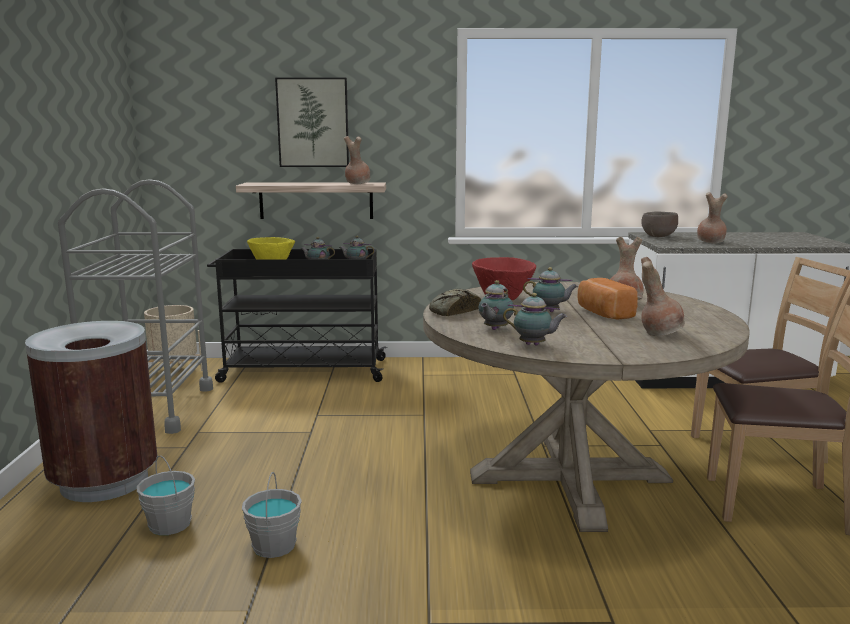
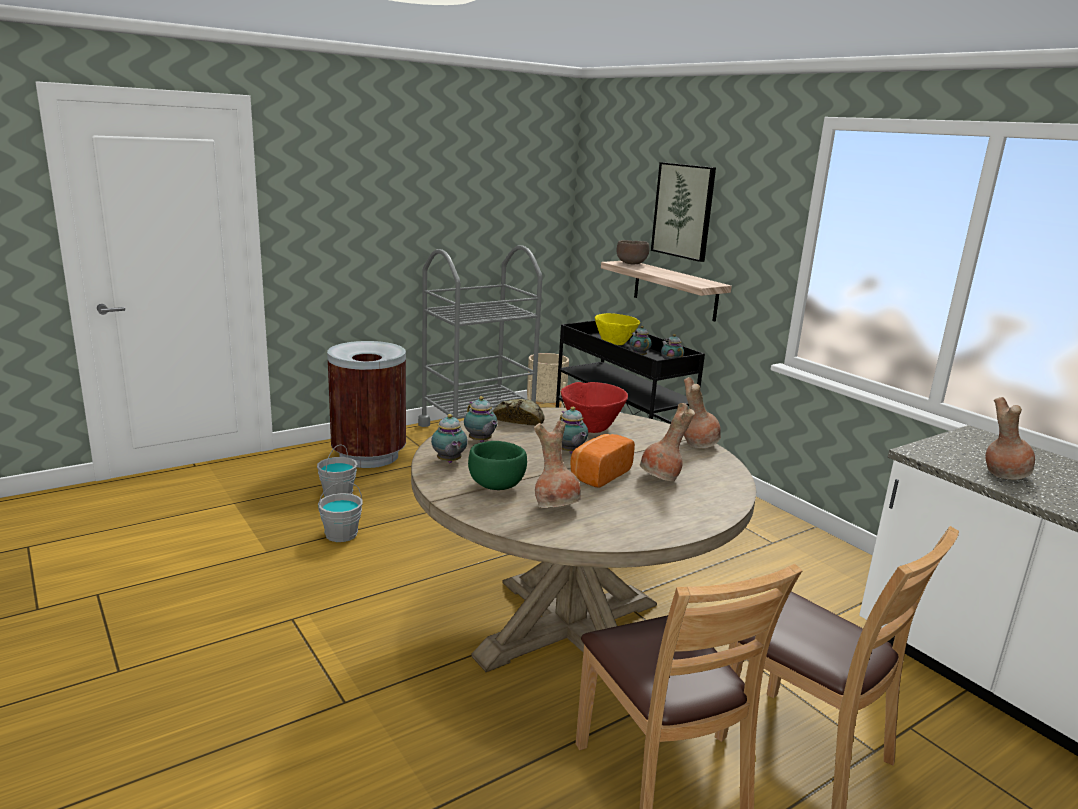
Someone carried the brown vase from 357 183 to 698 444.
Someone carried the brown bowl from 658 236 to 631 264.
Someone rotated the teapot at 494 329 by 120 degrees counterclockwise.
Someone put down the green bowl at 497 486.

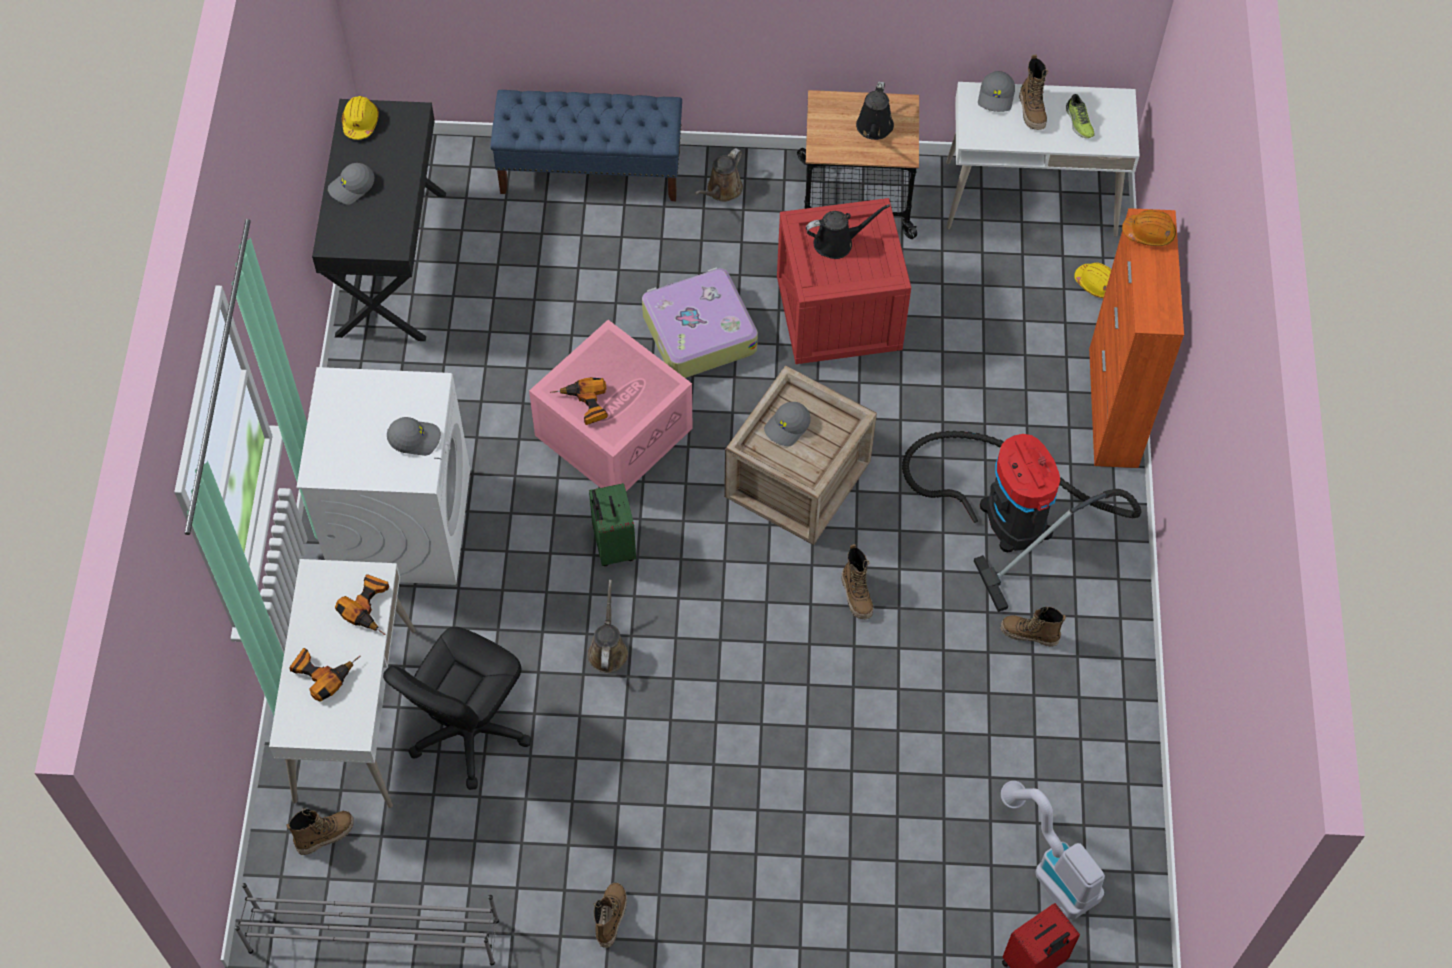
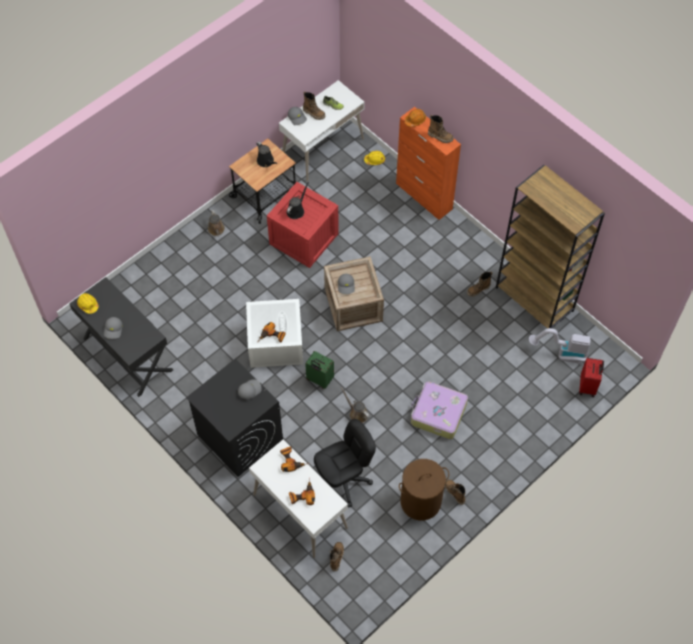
Someone took away the blue bench at 591 171.
Someone carried the suitcase from 698 332 to 437 414.
Someone repainted the pink storage box at 613 429, which became the white storage box at 274 342.
Someone repainted the white washing machine at 401 522, which became the black washing machine at 239 437.
Someone took away the vacuum cleaner at 1009 513.
Someone carried the boot from 856 595 to 440 137.
Someone rotated the black office chair at 469 731 by 105 degrees counterclockwise.
Someone took away the grey shoe rack at 373 935.
Someone put down the brown bookcase at 535 299.
Someone put down the brown laundry basket at 420 501.

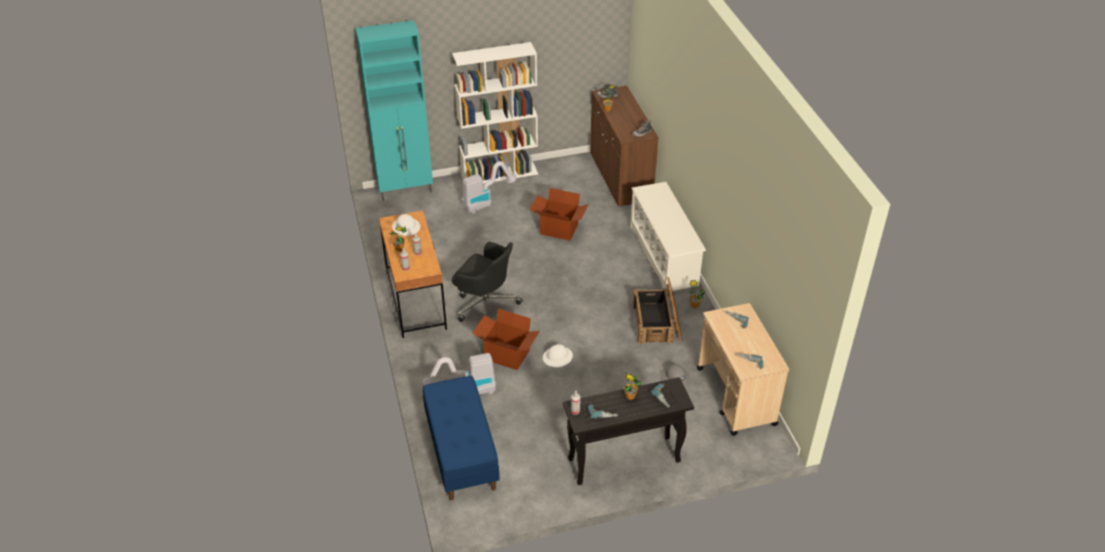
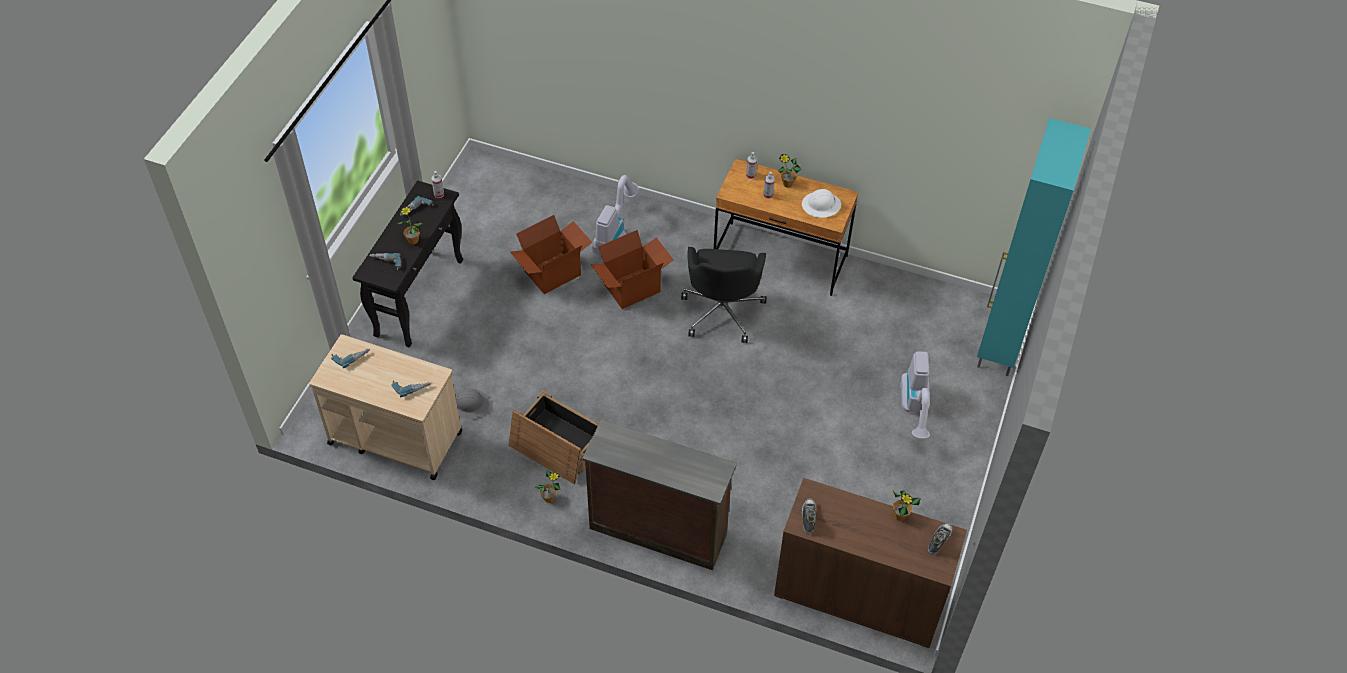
Someone took away the white bookcase at 499 174.
Someone swapped the white shoe rack at 664 256 for the brown dresser at 658 530.
Someone carried the cardboard box from 558 230 to 552 272.
Someone rotated the black office chair at 485 305 by 60 degrees counterclockwise.
Someone took away the white hard hat at 557 357.
Someone took away the blue bench at 461 453.

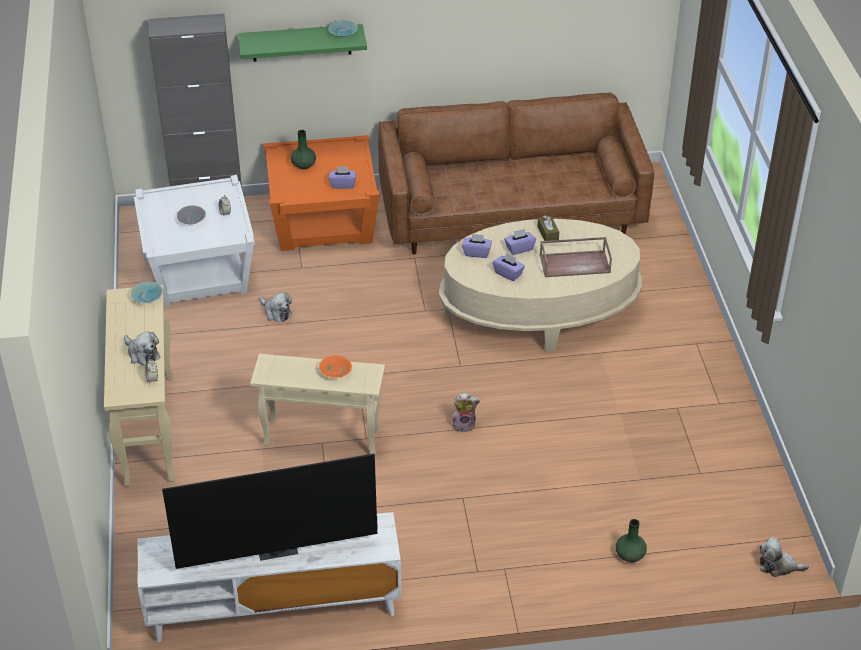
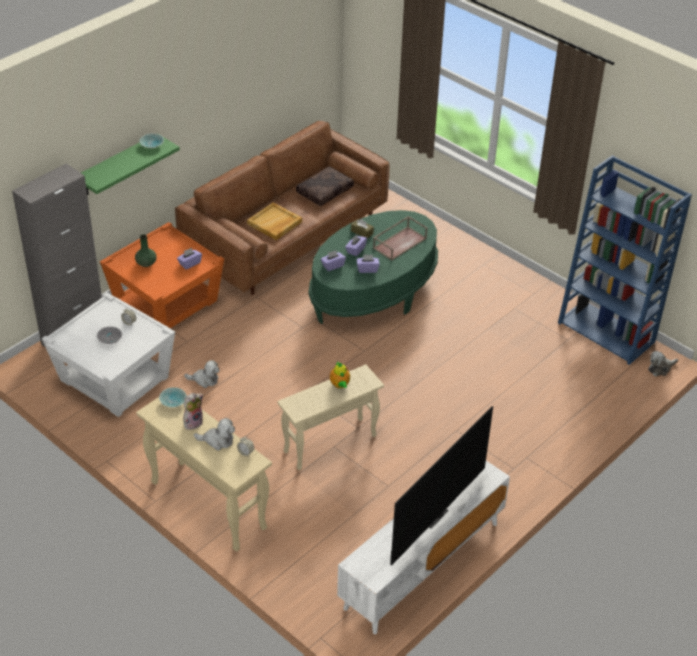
Someone repainted the beige coffee table at 539 312, which became the green coffee table at 373 292.
Someone swapped the orange bowl at 335 371 for the teapot at 340 385.
Someone carried the plush toy from 464 425 to 193 422.
Someone took away the green vase at 630 554.
Someone put down the blue bookcase at 607 332.
Someone put down the brown pillow at 324 191.
Someone put down the beige tray at 274 223.

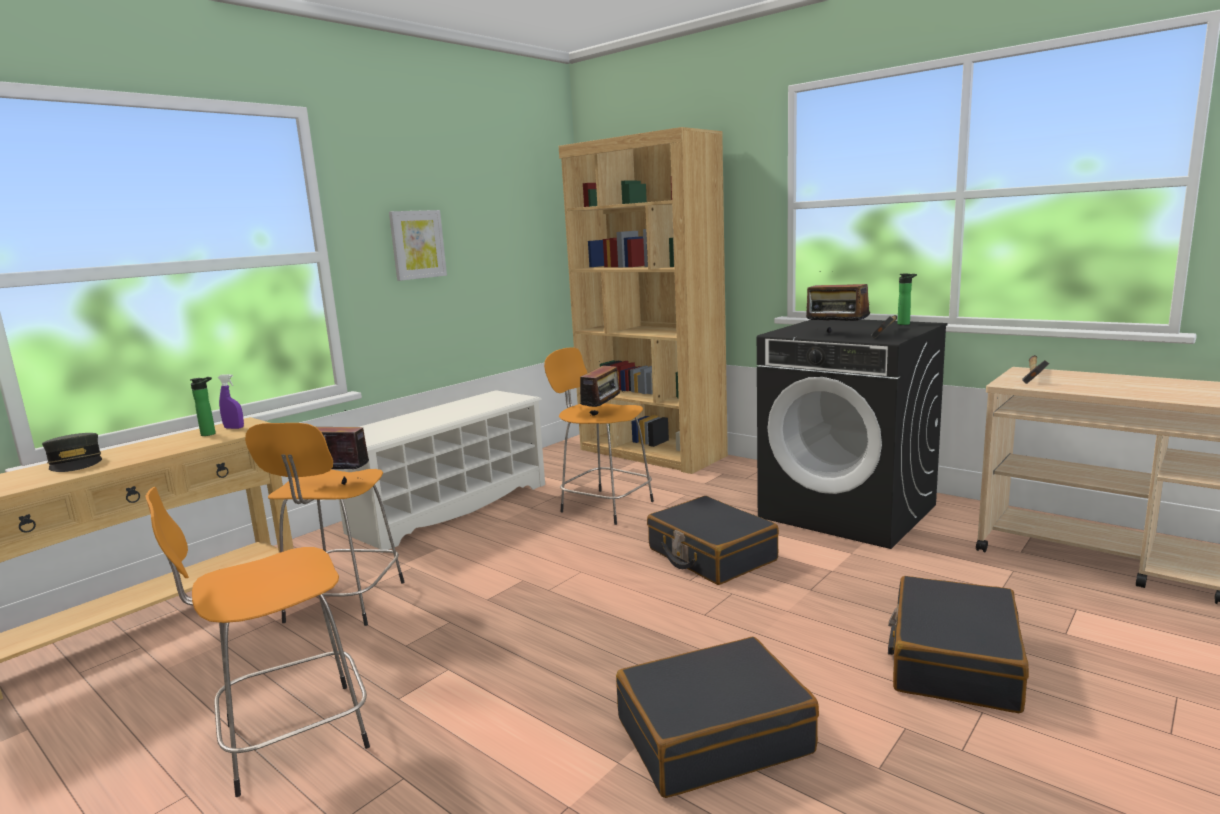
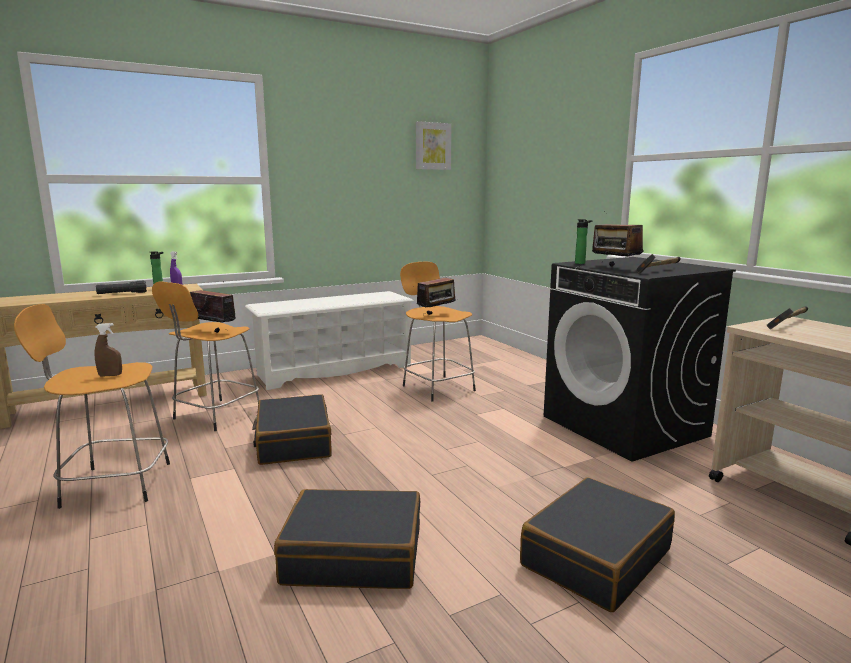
Someone took away the brown bookcase at 651 453.
Someone carried the picture from 417 244 to 432 146.
Someone carried the bottle from 905 324 to 581 263.
Someone took away the grey cap at 76 463.
Someone carried the black suitcase from 711 555 to 293 442.
Someone put down the black flashlight at 122 293.
Someone put down the brown spray bottle at 110 375.

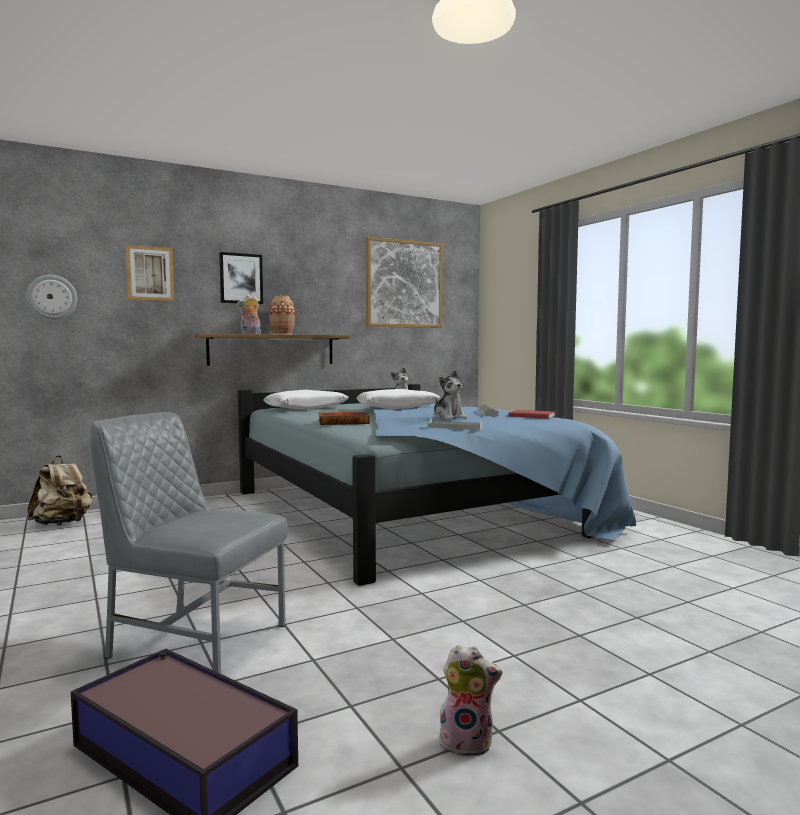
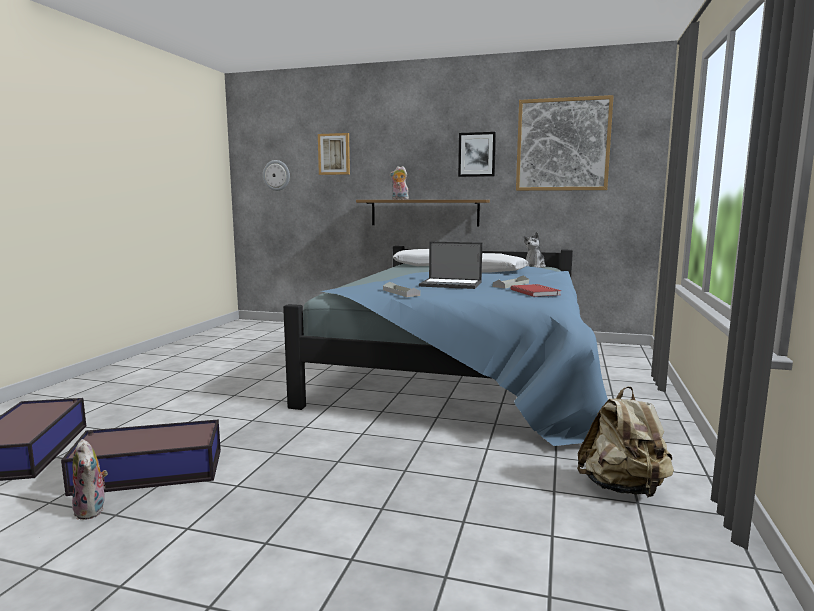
Someone carried the picture from 241 278 to 477 154.
Someone took away the vase at 282 334.
Someone swapped the plush toy at 449 417 for the laptop at 451 284.
Someone took away the grey chair at 196 641.
Someone took away the book at 343 421.
Someone carried the beige backpack from 62 524 to 623 488.
Someone put down the storage box at 147 471.

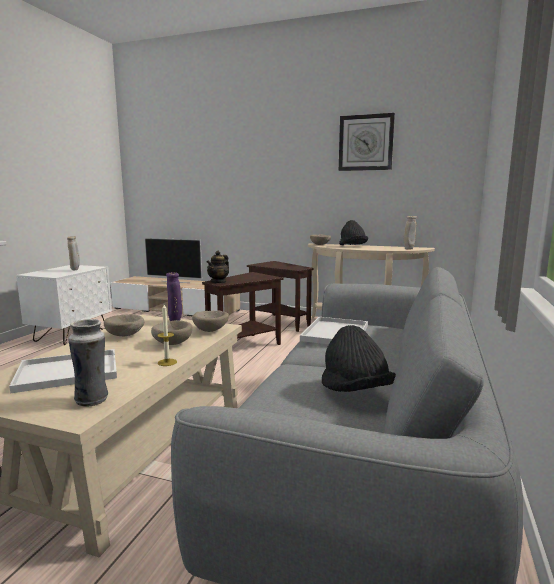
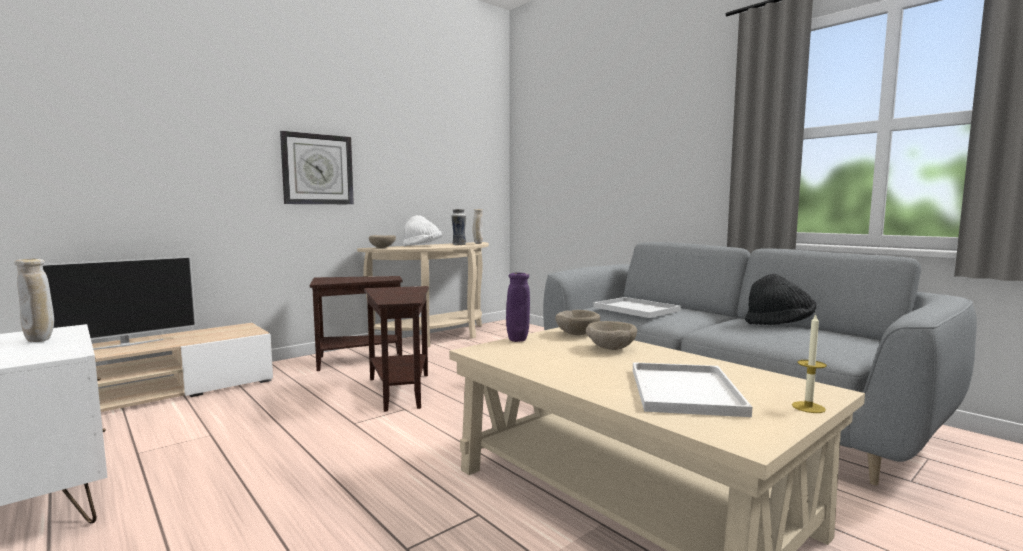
Someone carried the wall clock from 366 143 to 317 169.
Someone repainted the black hat at 352 246, which became the white hat at 422 246.
Someone took away the teapot at 218 282.
Someone carried the candle from 167 362 to 808 407.
Someone took away the beige bowl at 126 336.
Someone carried the vase from 92 400 to 459 244.

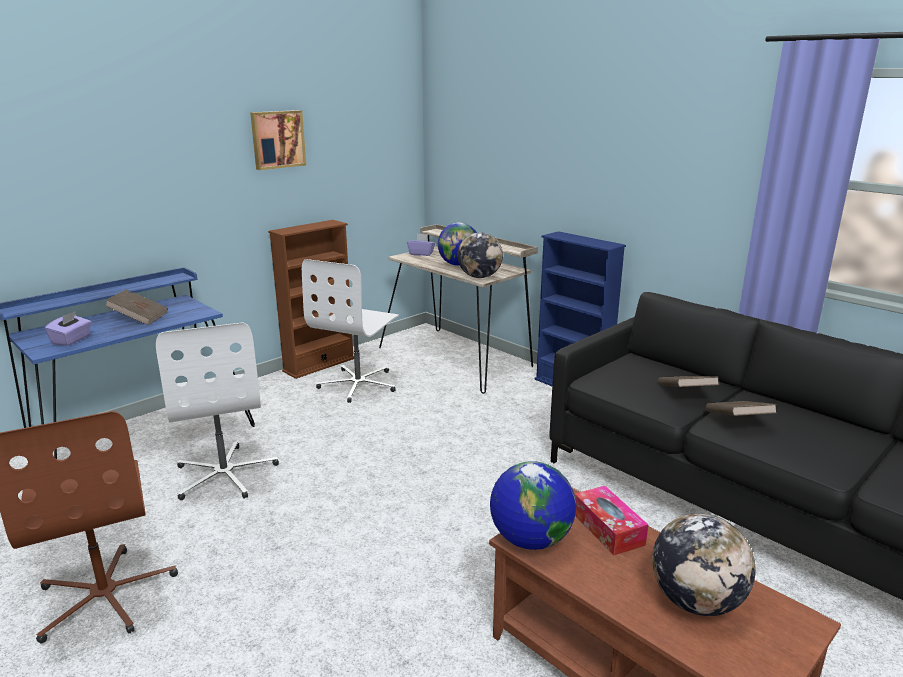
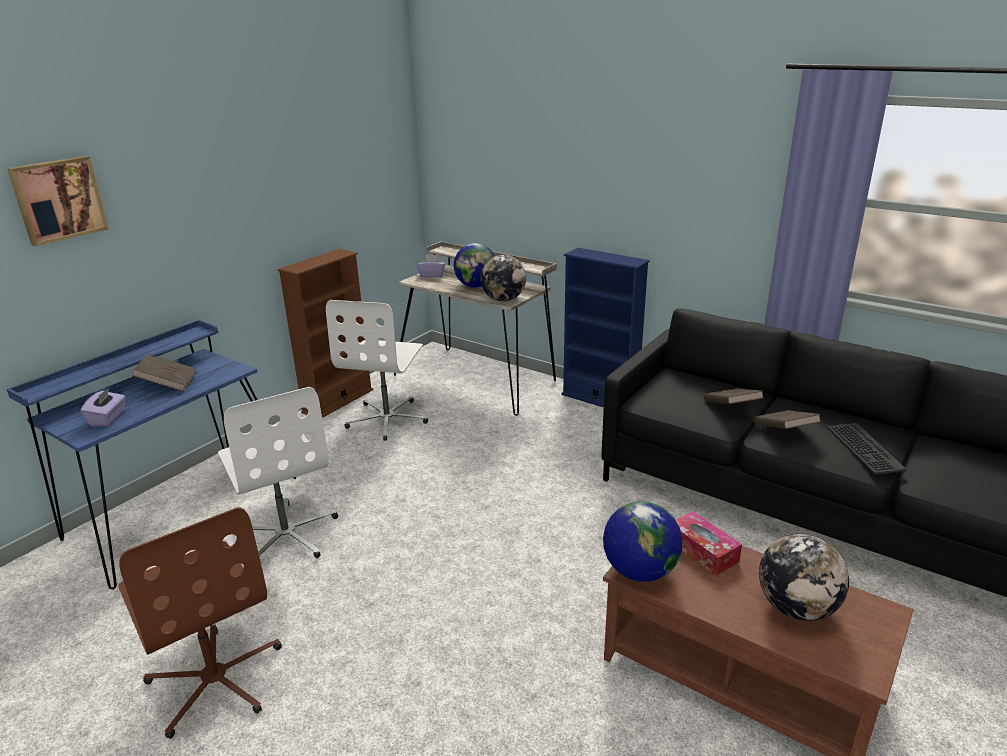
Someone carried the picture from 277 139 to 58 199.
Someone put down the keyboard at 863 448.

